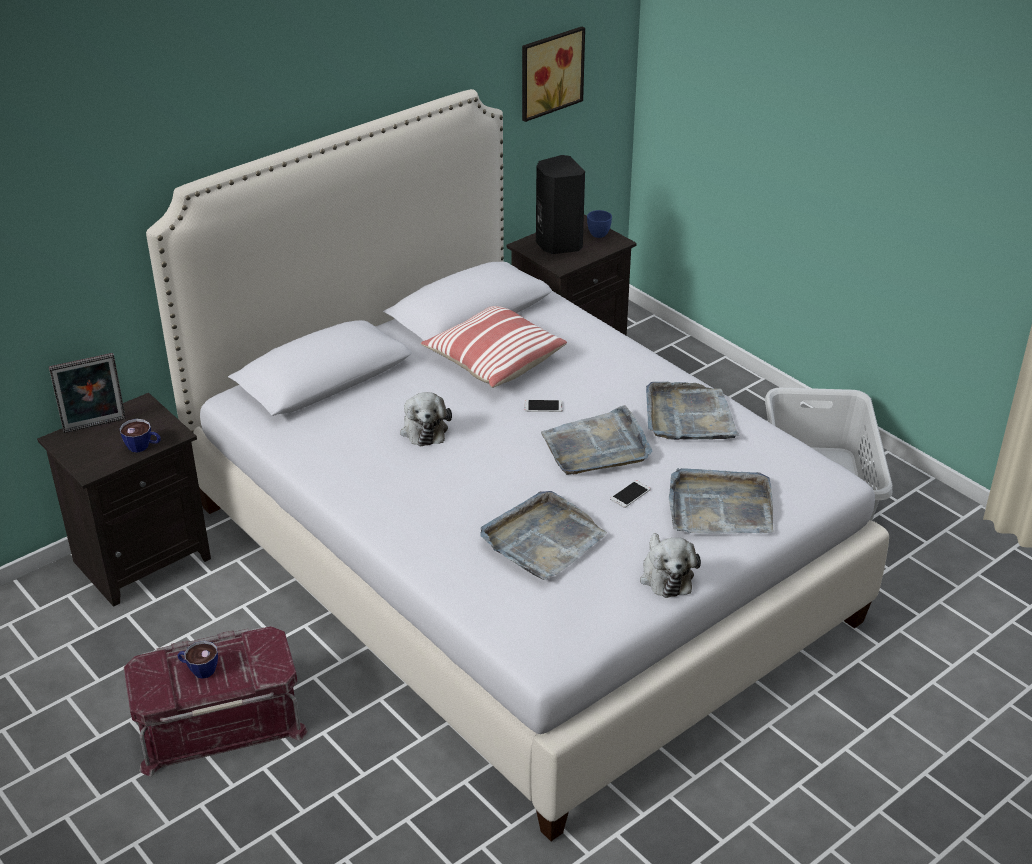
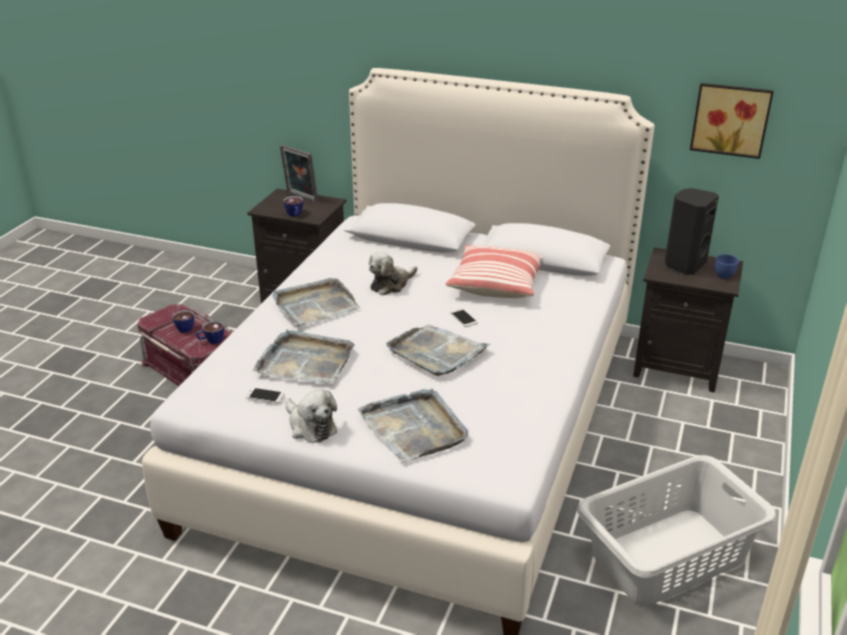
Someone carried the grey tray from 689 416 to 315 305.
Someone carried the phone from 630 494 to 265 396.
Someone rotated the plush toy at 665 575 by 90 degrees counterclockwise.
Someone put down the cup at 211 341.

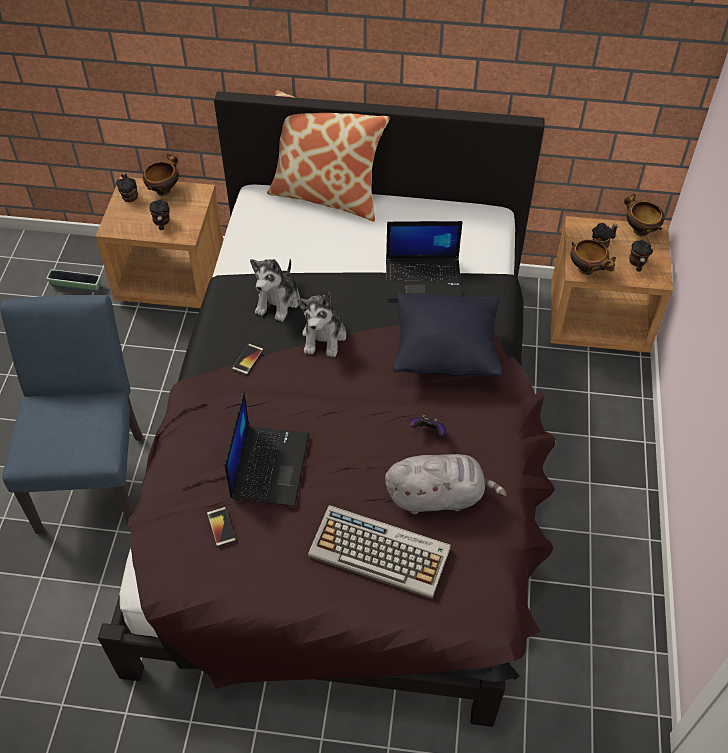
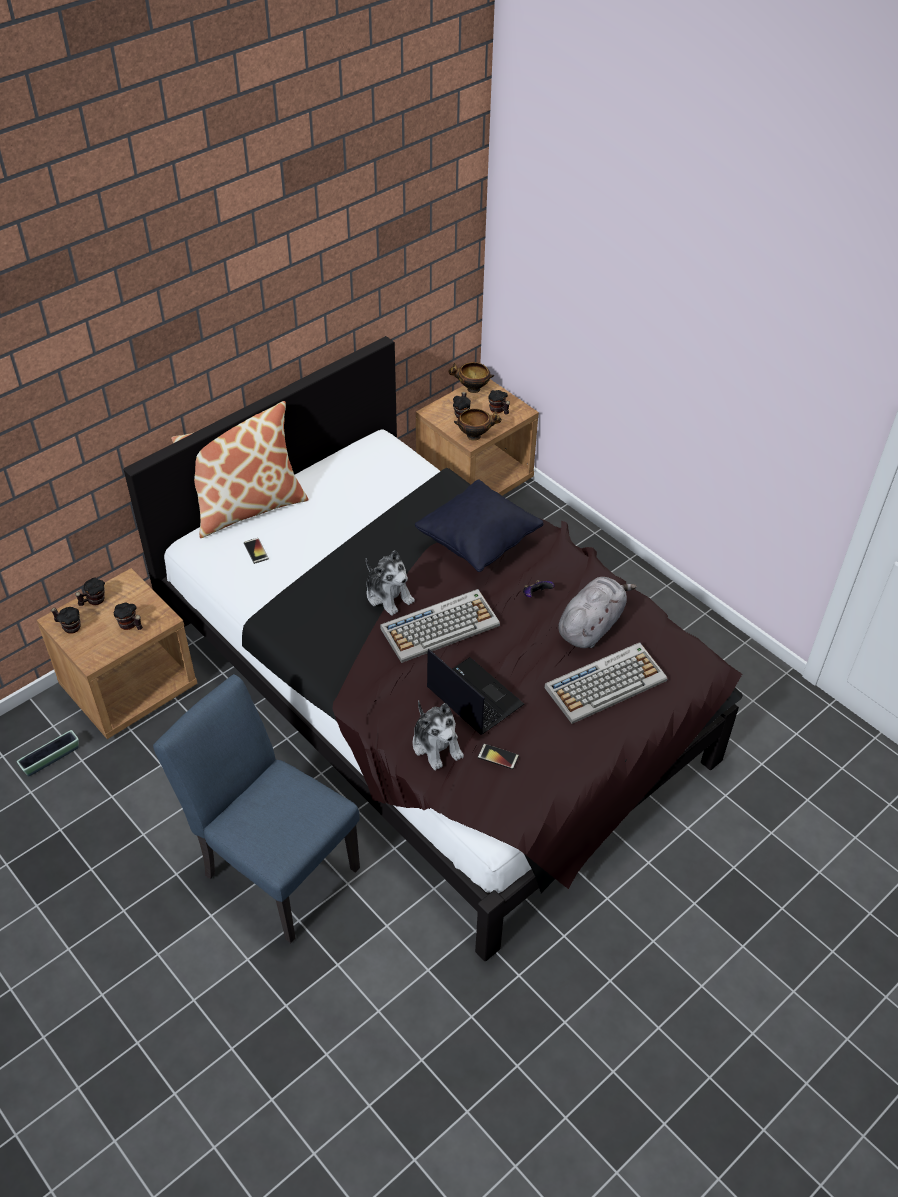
Someone swapped the bowl at 164 189 for the mug at 93 601.
Someone took away the laptop at 424 279.
Someone carried the plush toy from 278 301 to 436 745.
Someone carried the phone from 247 359 to 256 551.
Someone put down the keyboard at 440 626.

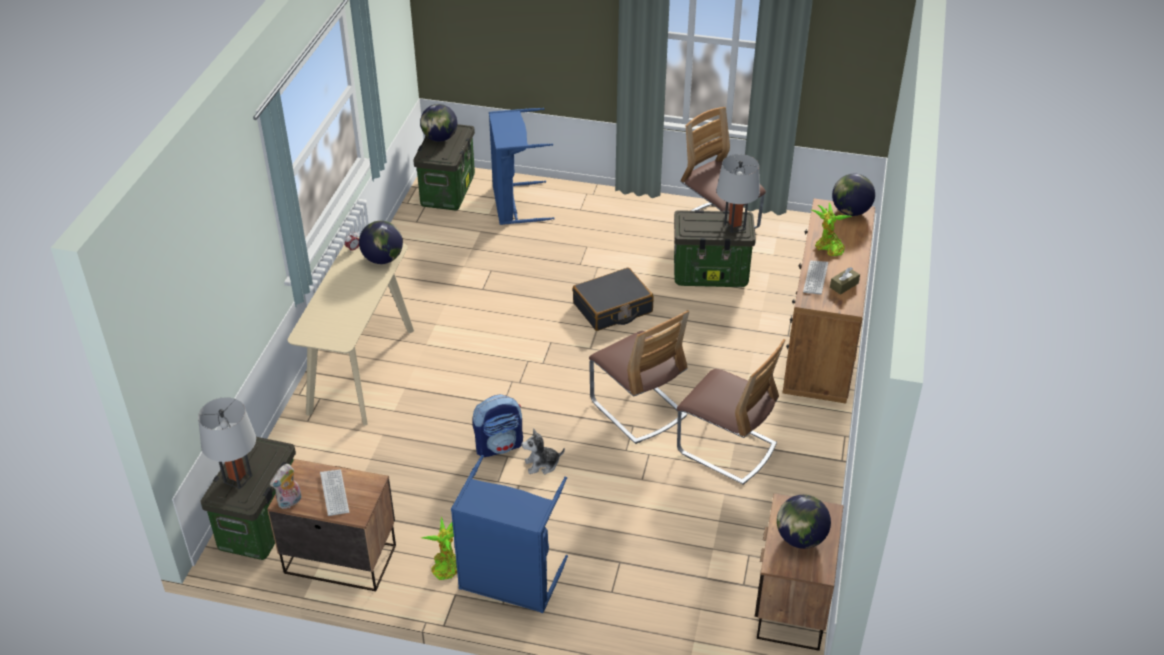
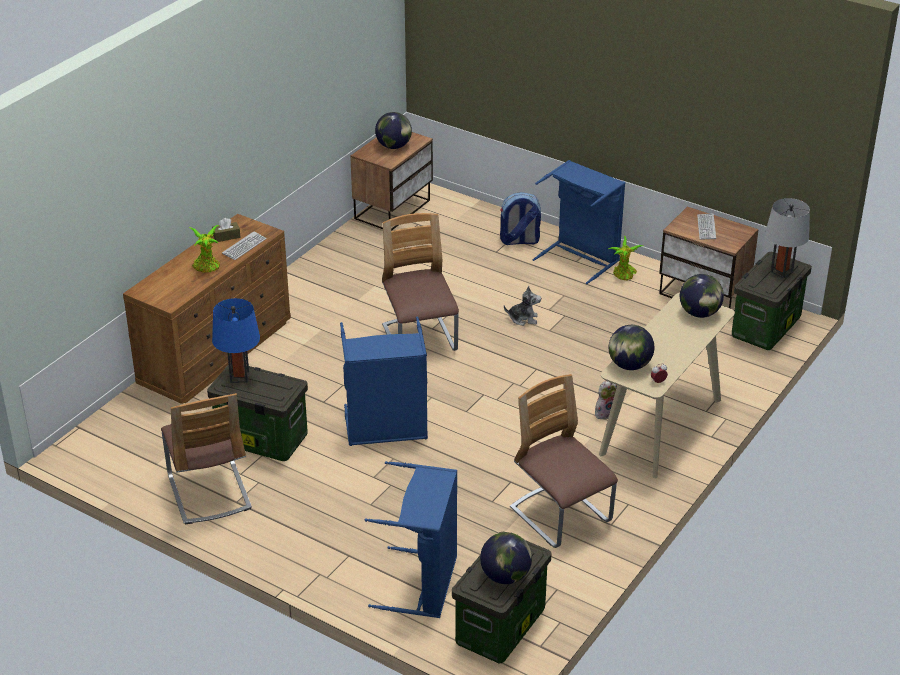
Someone repainted the grey table lamp at 734 226, which became the blue table lamp at 239 376.
Someone carried the globe from 850 211 to 699 313.
Someone swapped the black suitcase at 612 308 for the blue laundry basket at 386 429.
Someone carried the chair from 726 448 to 560 516.
Someone carried the backpack from 499 445 to 519 241.
Someone carried the plush toy from 290 502 to 604 413.

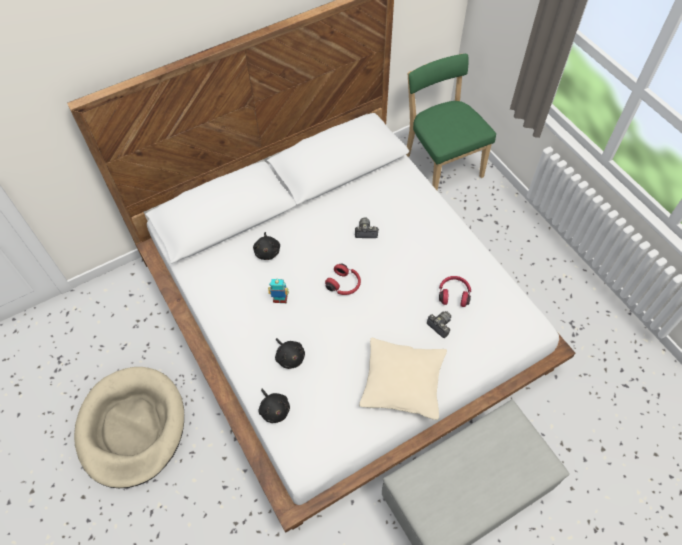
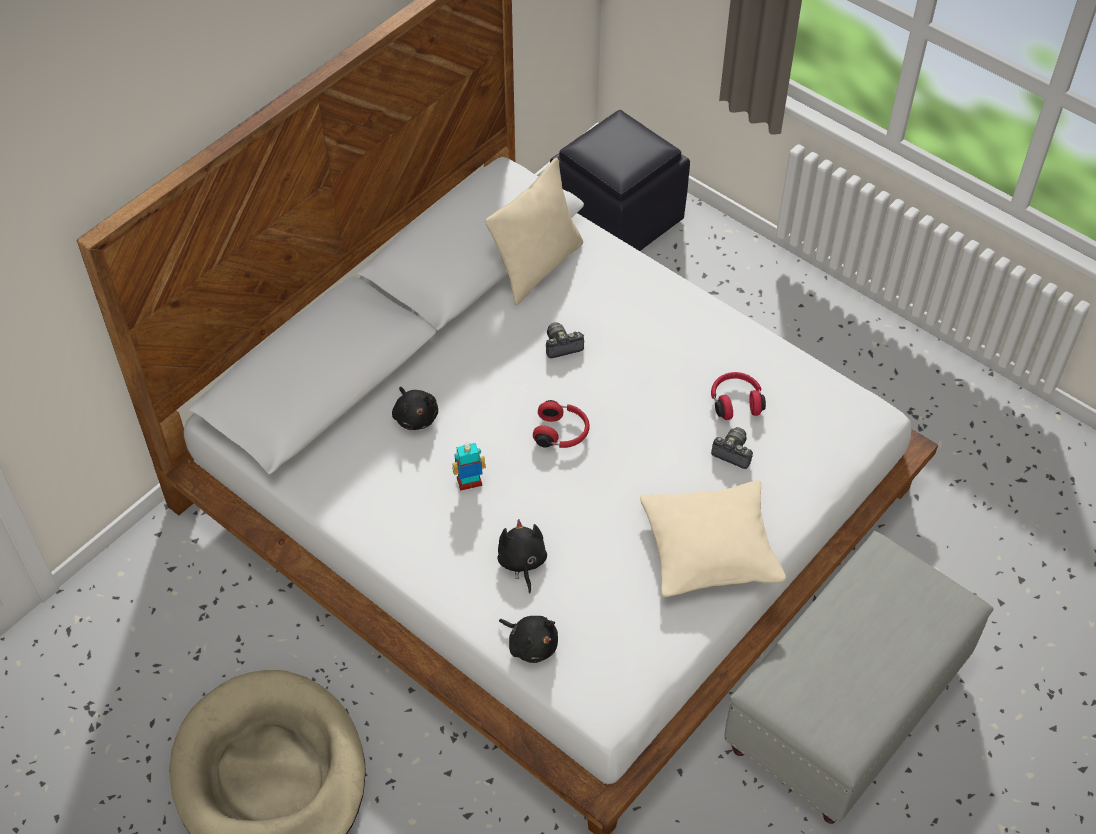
Someone swapped the green chair at 441 163 for the black ottoman at 616 219.
Someone rotated the black plush toy at 290 356 by 135 degrees counterclockwise.
Someone put down the beige pillow at 537 267.

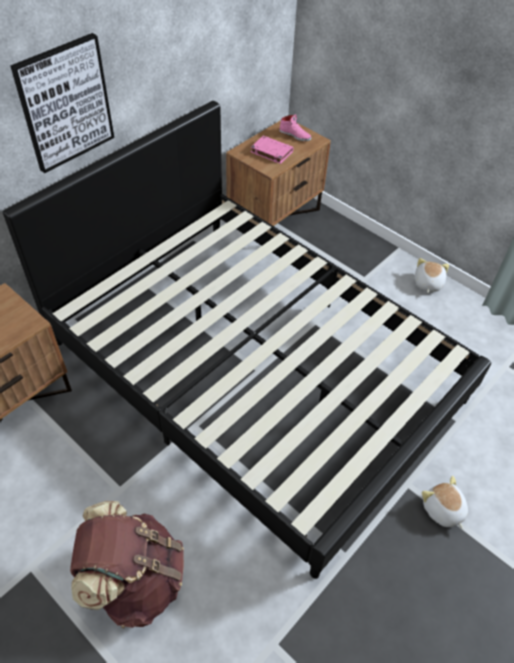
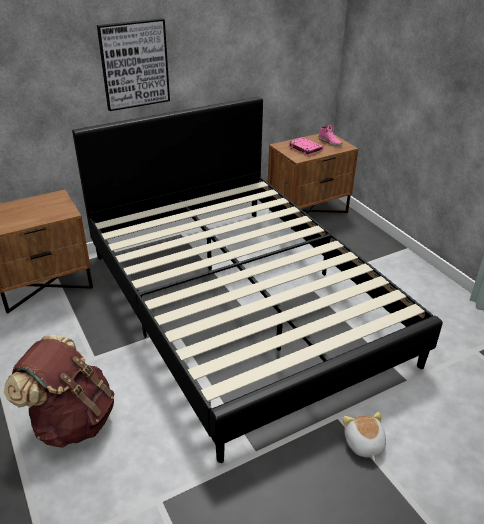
Someone took away the plush toy at 427 283.

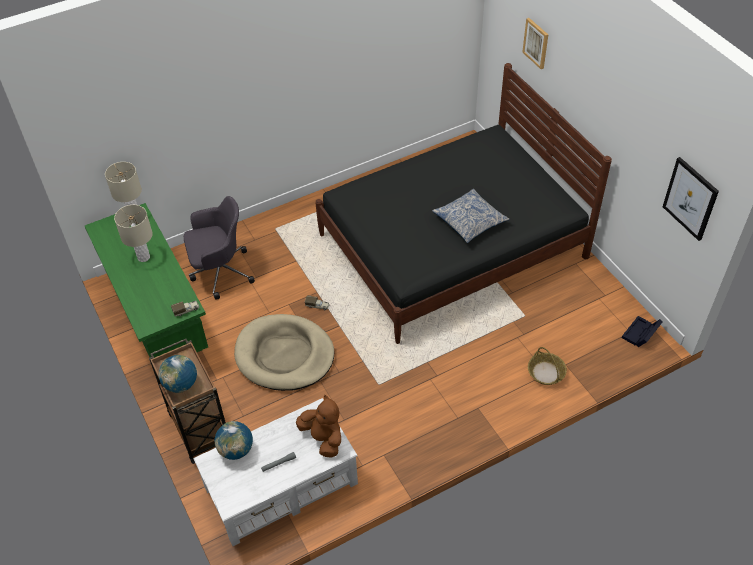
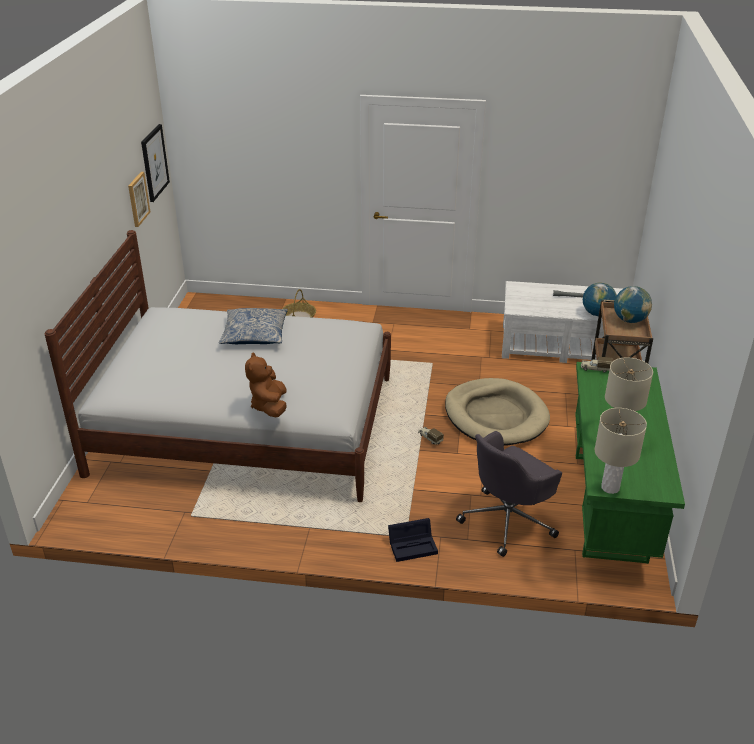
Someone carried the picture from 536 43 to 138 199.
Someone repainted the black bed at 451 246, which became the white bed at 246 424.
Someone rotated the grey office chair at 220 272 by 60 degrees counterclockwise.
Someone carried the black storage box from 640 334 to 413 545.
Someone carried the brown plush toy from 323 438 to 269 406.

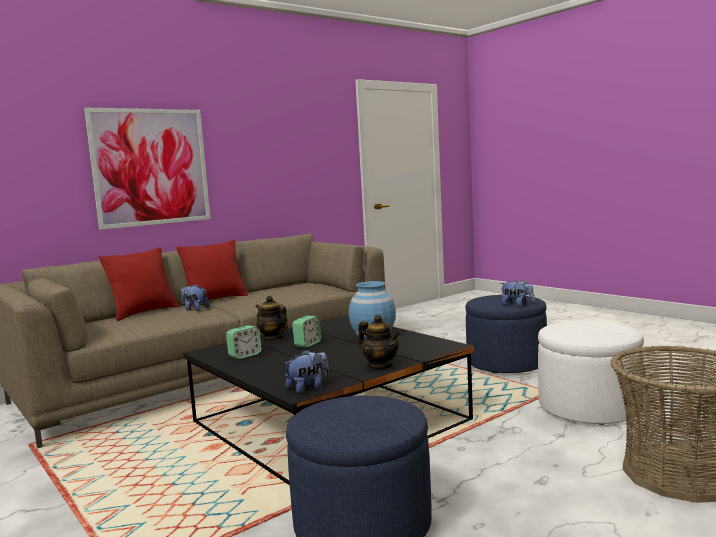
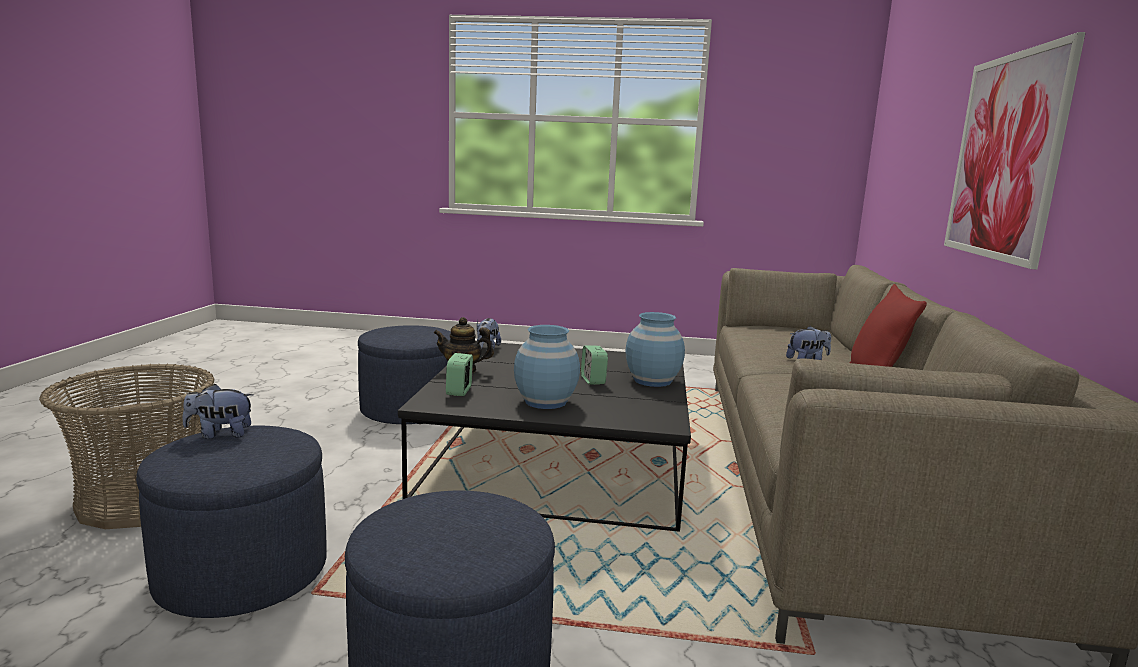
Someone took away the red pillow at 144 312.
Someone carried the plush toy from 517 305 to 220 434.
Someone swapped the teapot at 272 338 for the blue vase at 653 381.
Someone repainted the white ottoman at 589 407, which became the blue ottoman at 242 573.
Someone carried the alarm clock from 245 355 to 459 391.

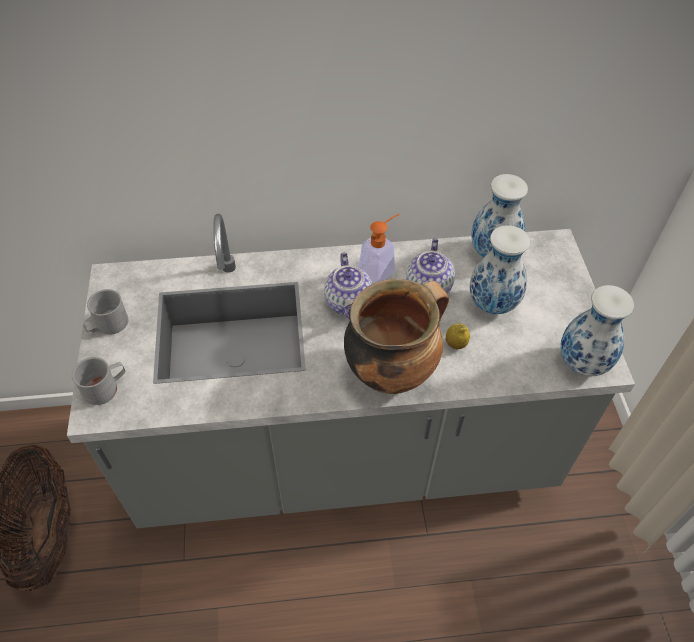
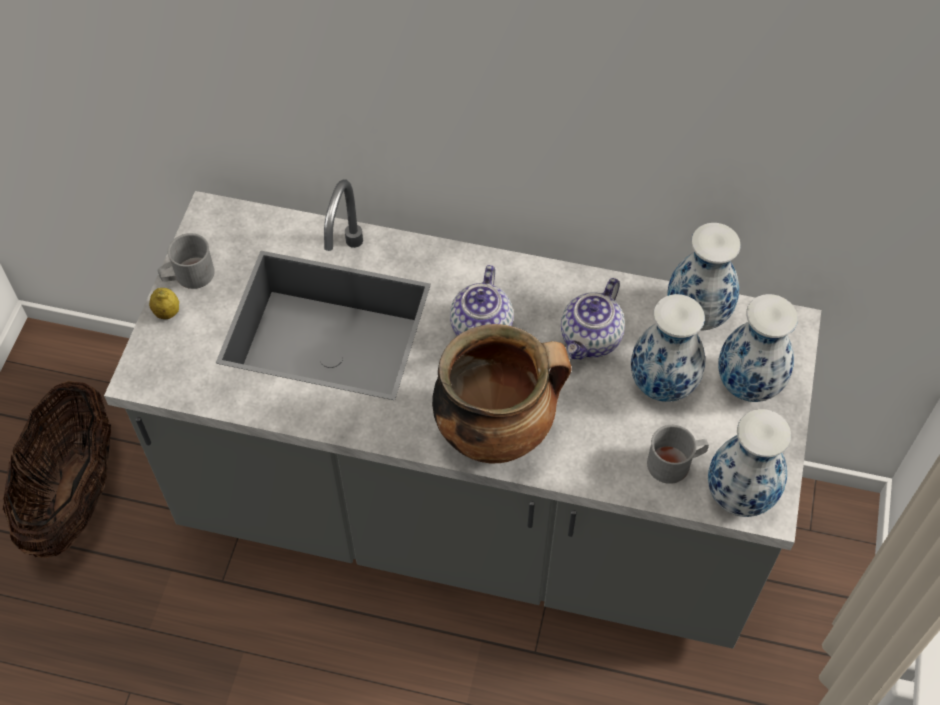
Someone took away the soap dispenser at 380 269.
Someone carried the lemon from 455 344 to 167 313.
Someone carried the grey mug from 106 388 to 675 463.
Someone put down the vase at 749 384.

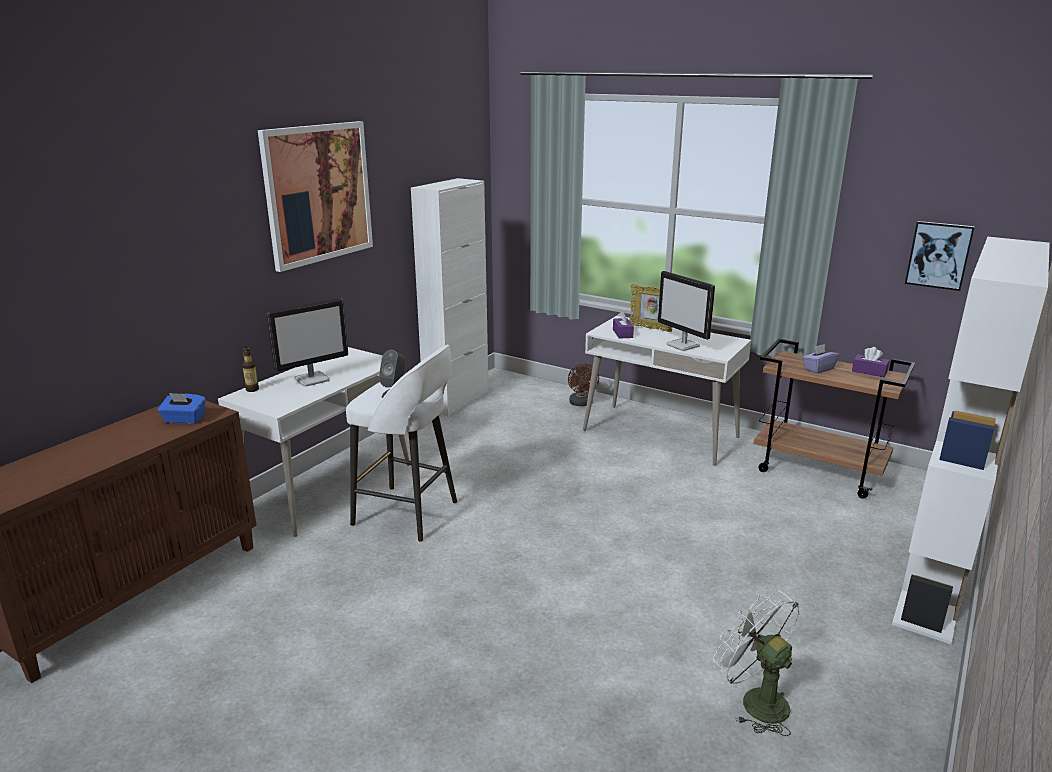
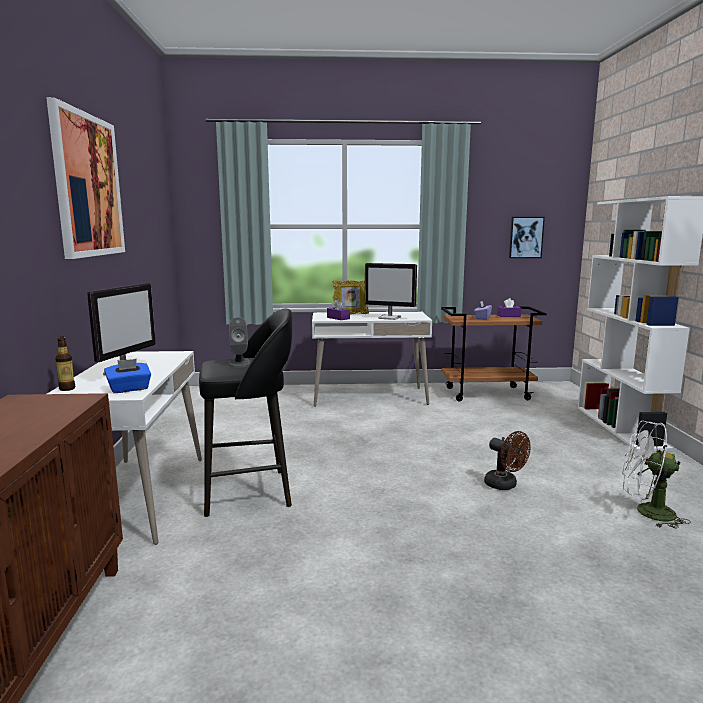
Someone took away the white cabinet at 456 401.
Someone repainted the white stool at 408 514, which became the black stool at 250 492.
Someone carried the brown fan from 581 404 to 505 485.
Someone carried the blue tissue box from 184 420 to 129 389.

